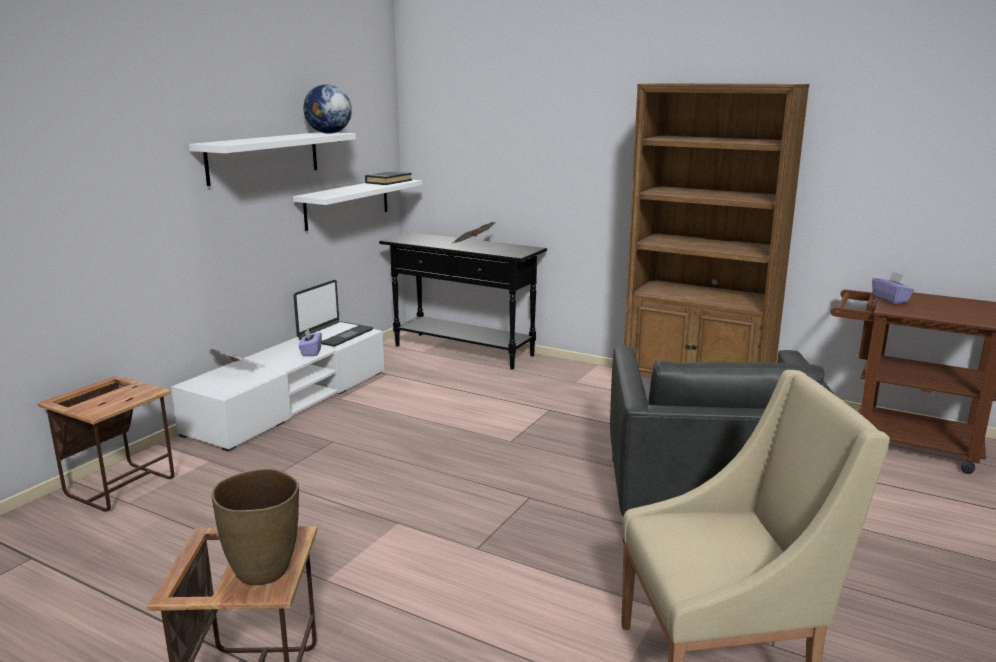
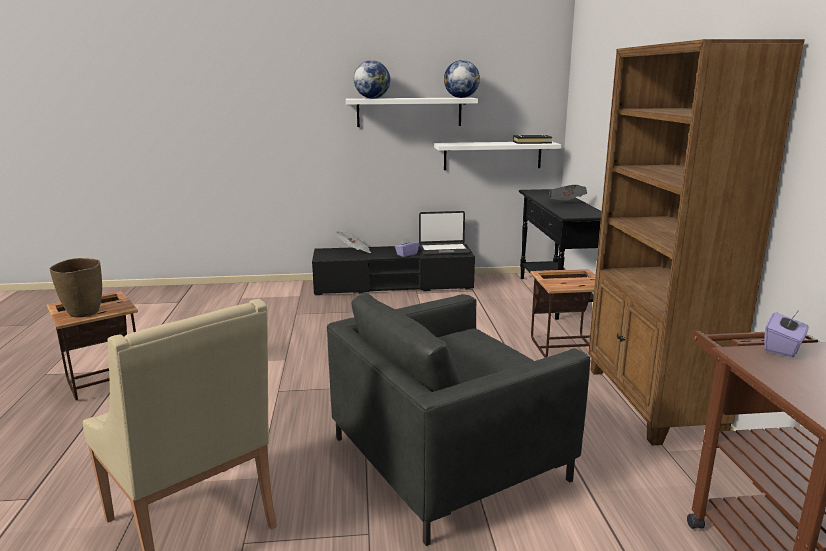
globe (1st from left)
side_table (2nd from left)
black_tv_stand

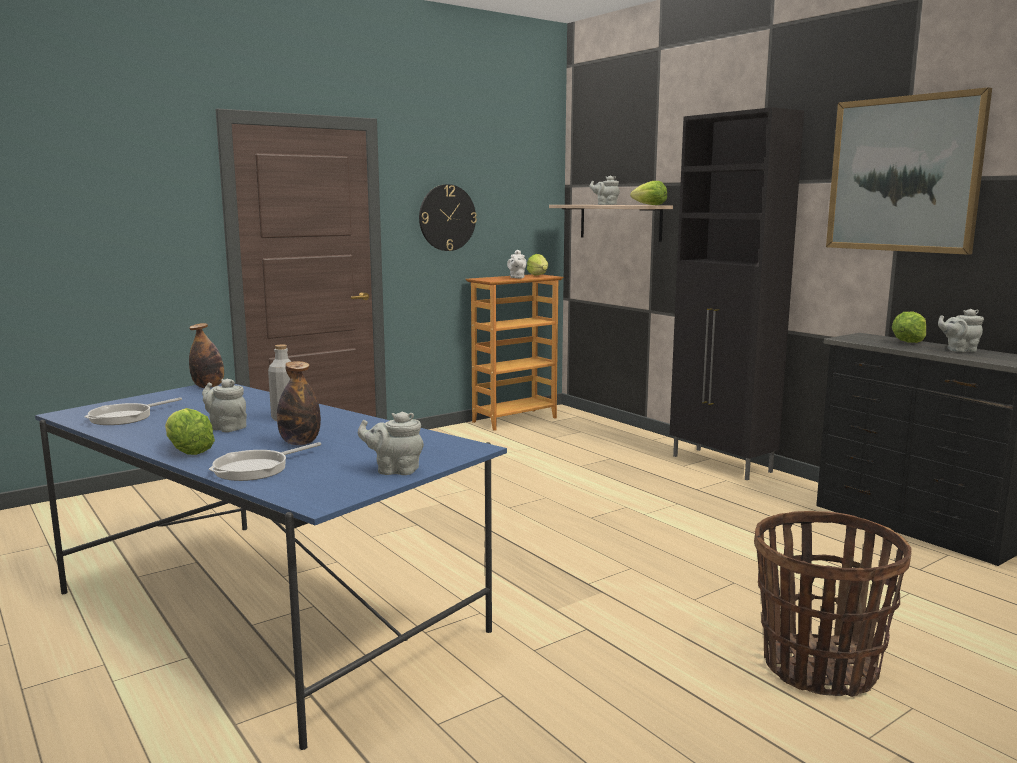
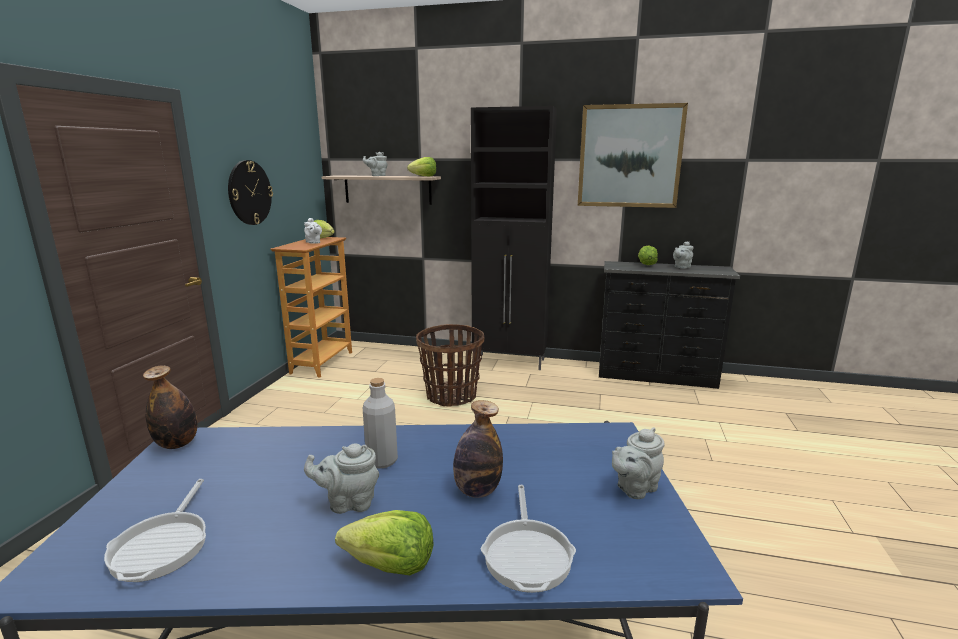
basket

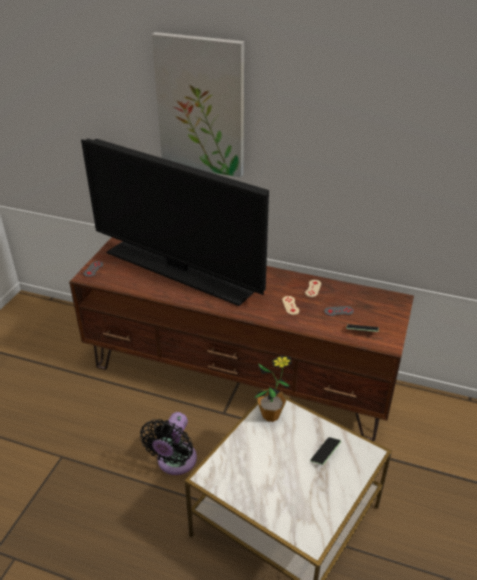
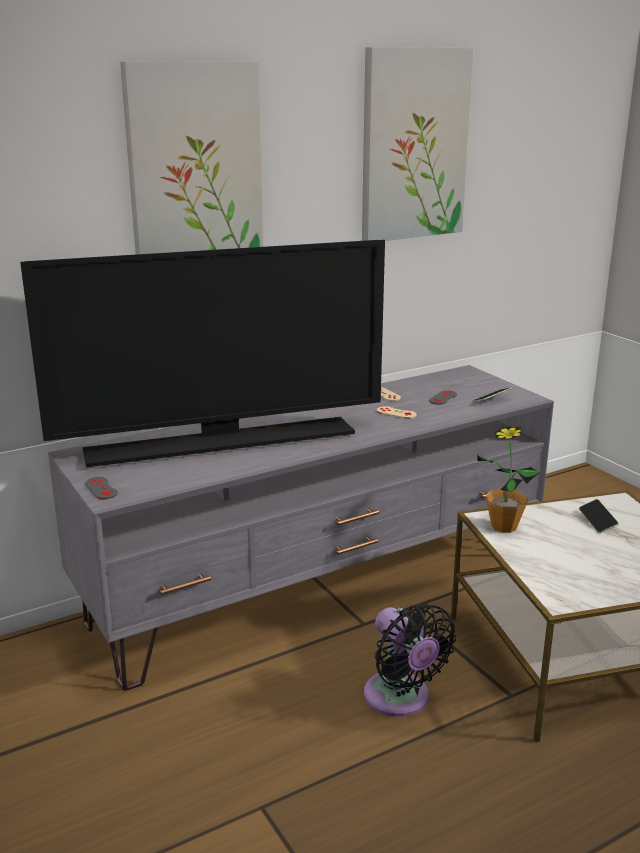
picture (2nd from left)
grey_tv_stand

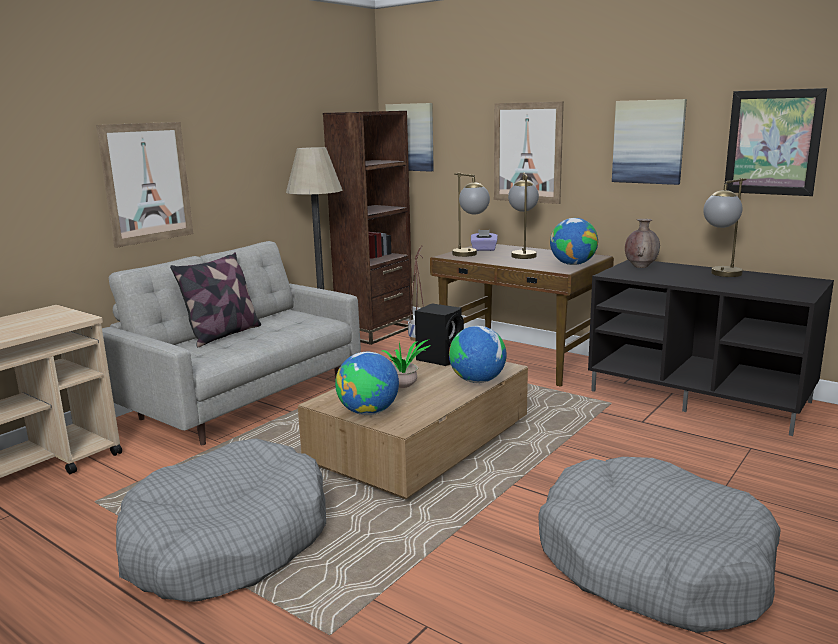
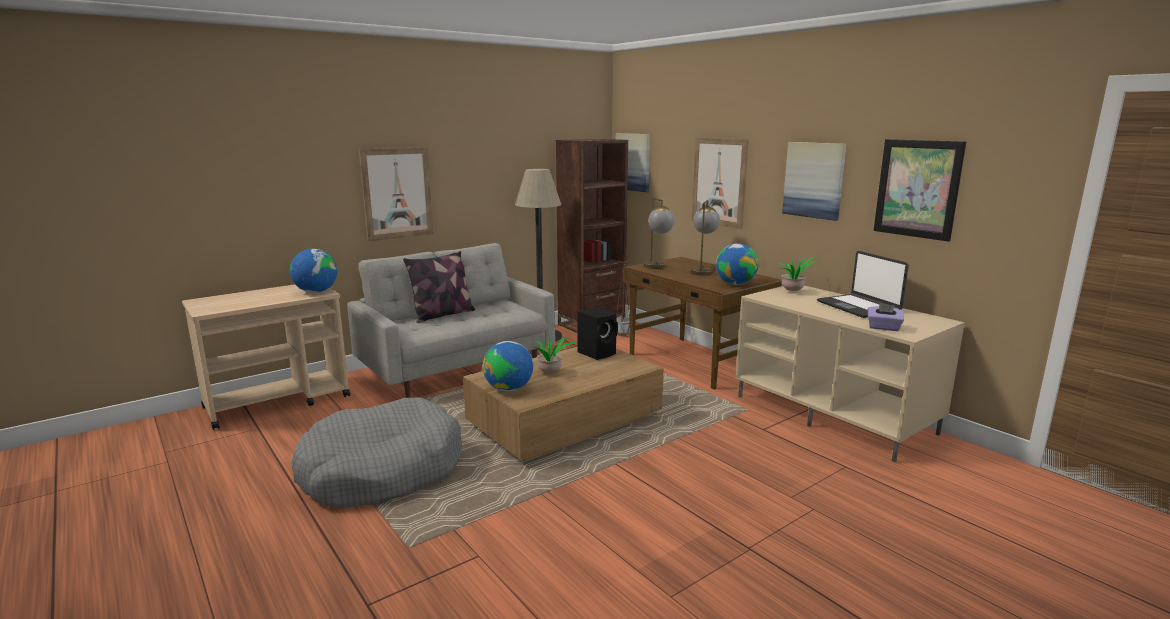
grey_dog_bed (2nd from left in the first image)
globe (1st from left)
purple_tissue_box
potted_plant (2nd from left)
laptop
beige_tv_stand

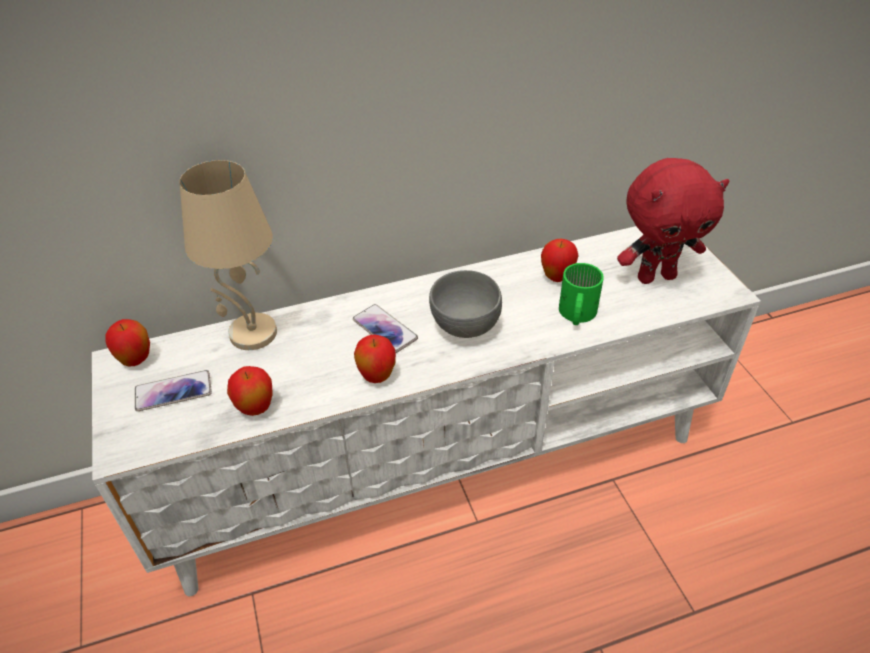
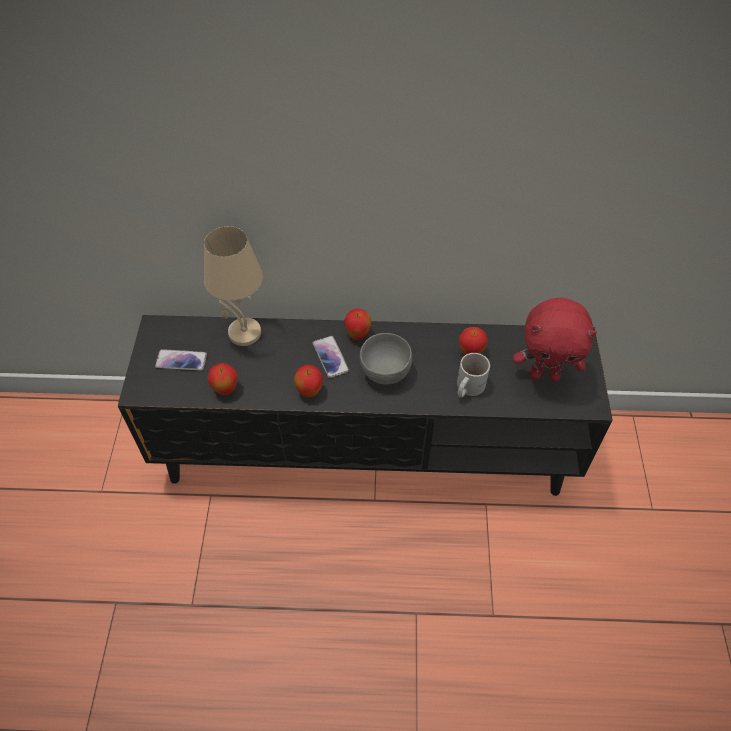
apple (3rd from left)
black_tv_stand
white_mug

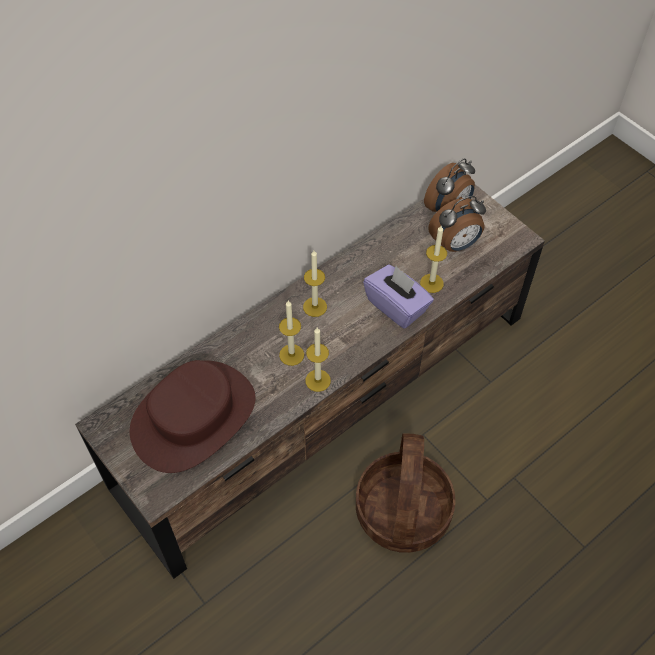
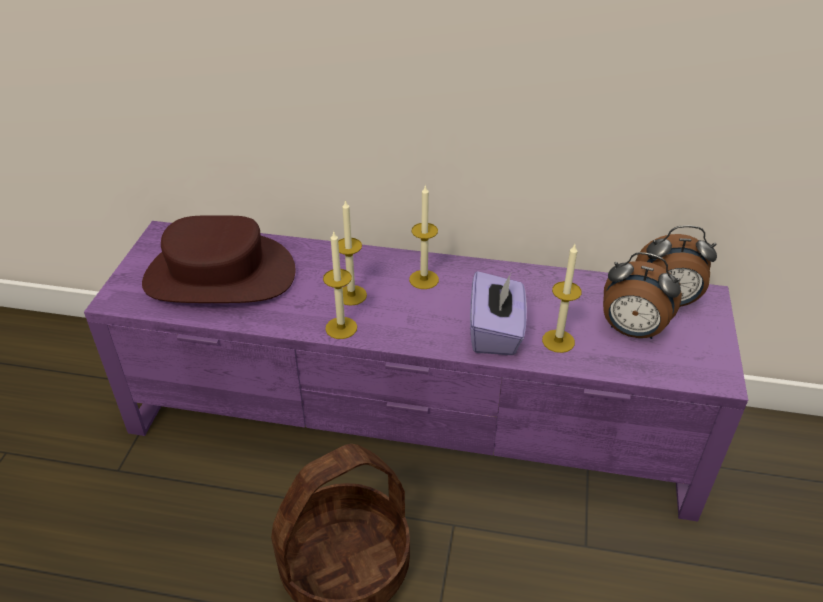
purple_tv_stand

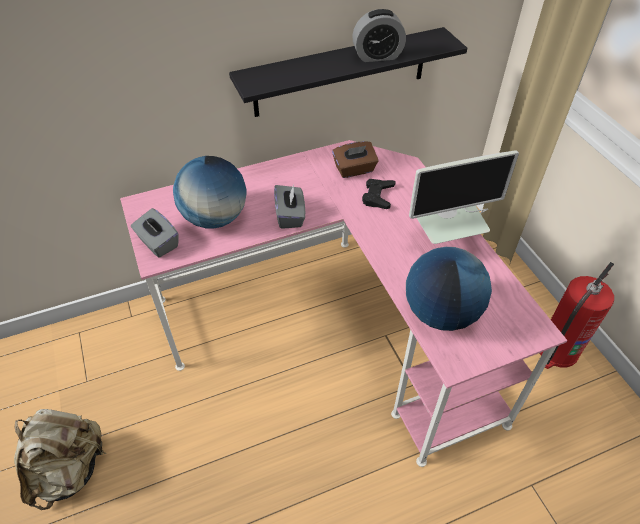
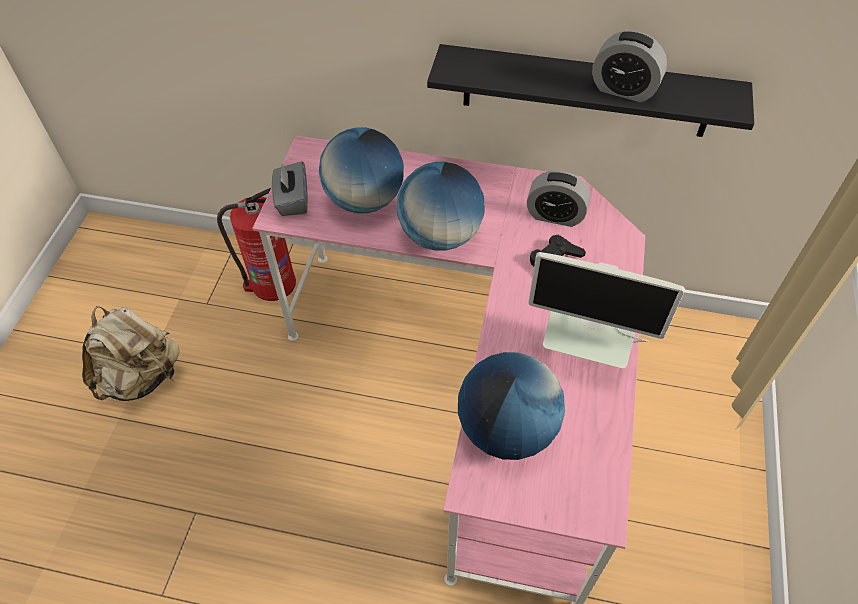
fire_extinguisher
globe (2nd from left)
alarm_clock (1st from left)

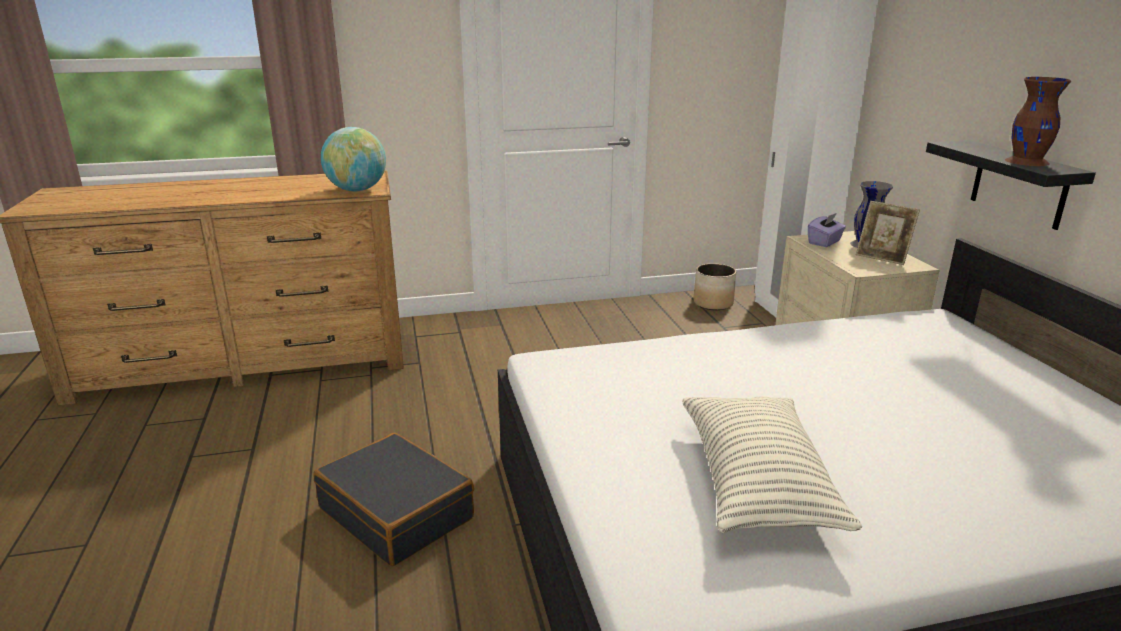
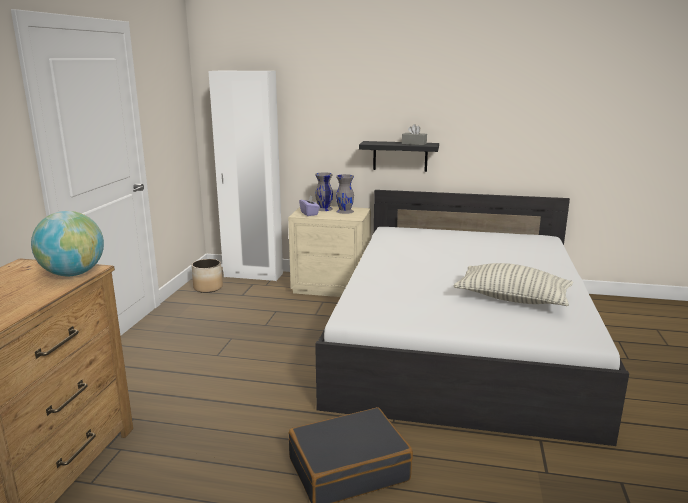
grey_vase (2nd from left)
grey_tissue_box

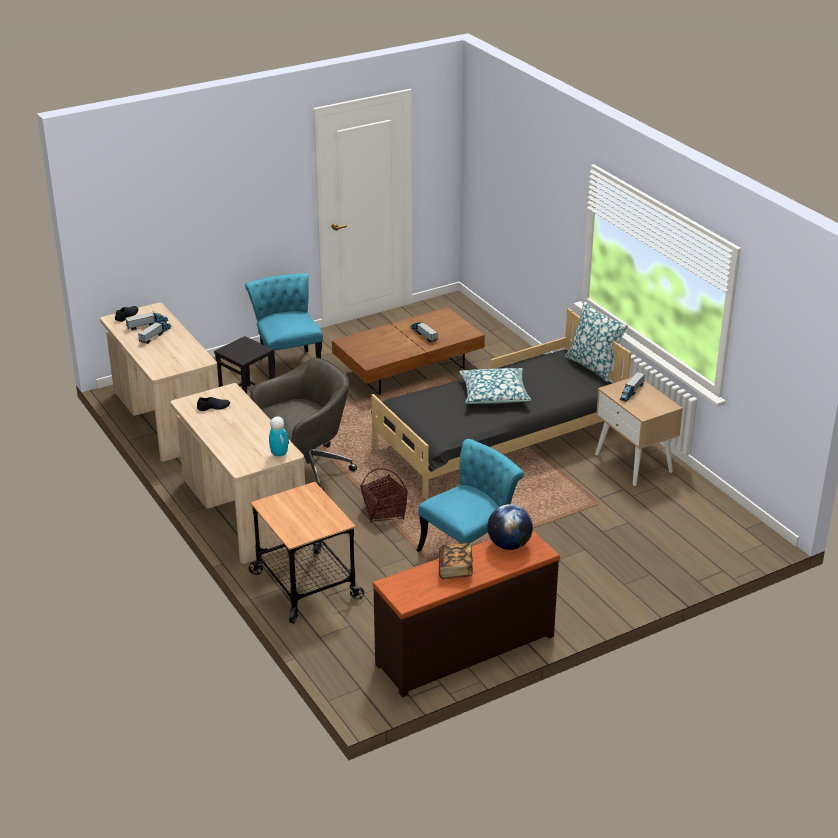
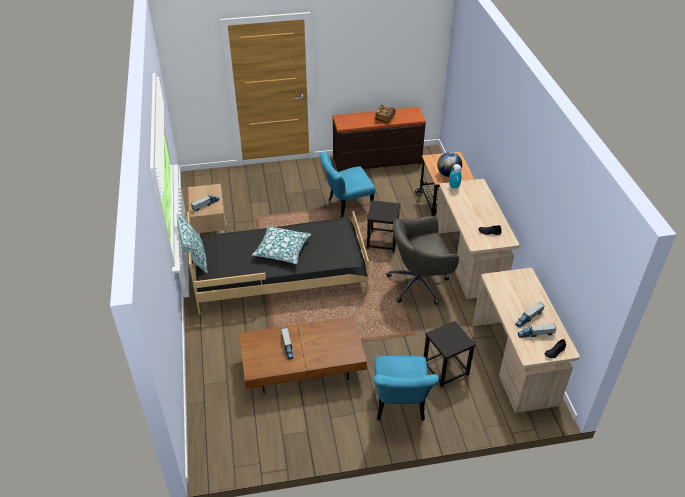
globe
black_stool (1st from left)

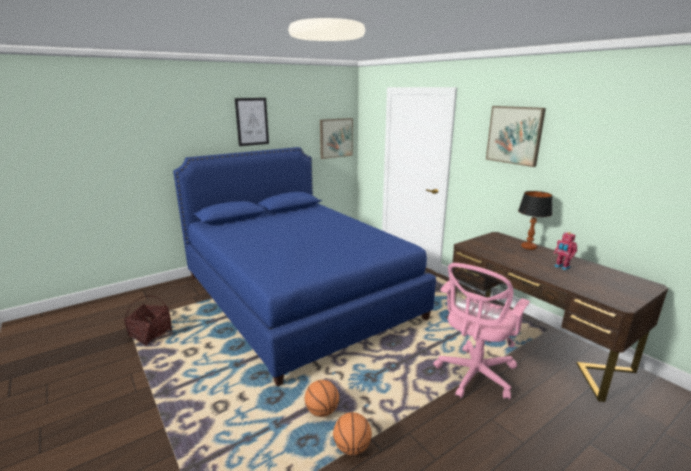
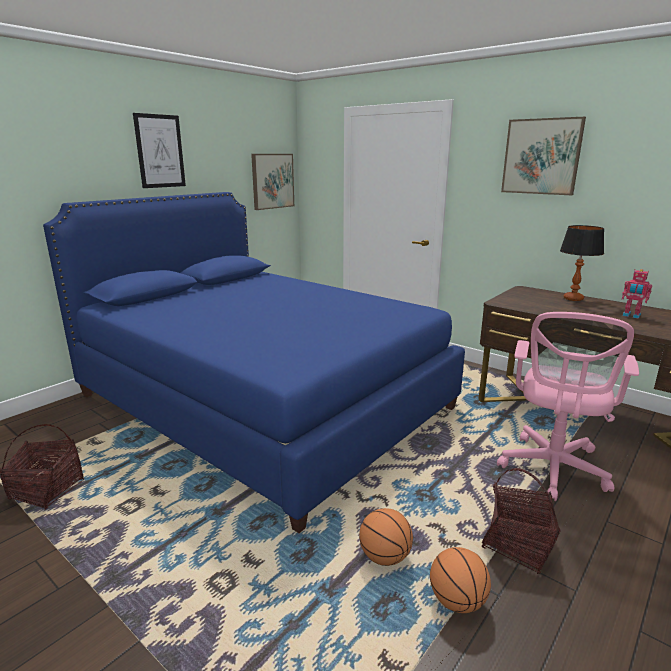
basket (2nd from left)

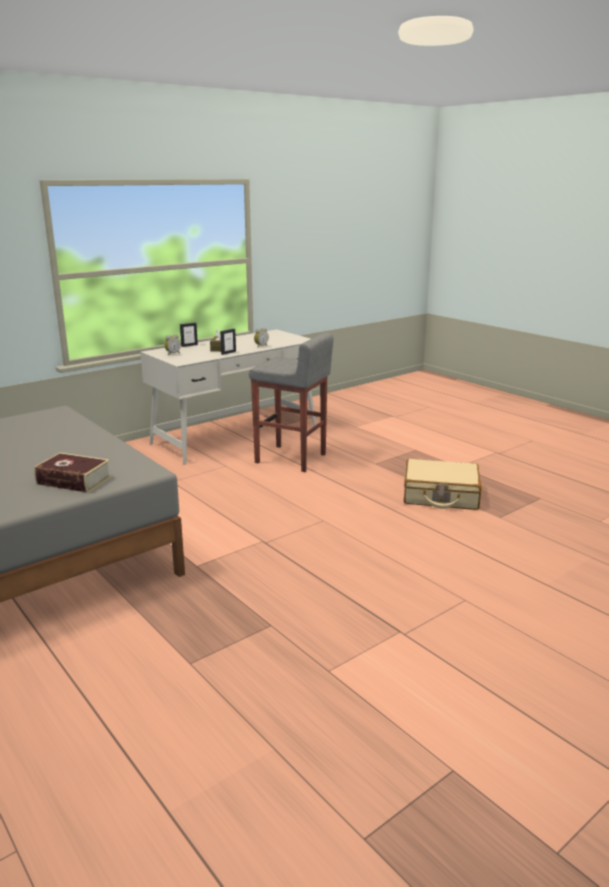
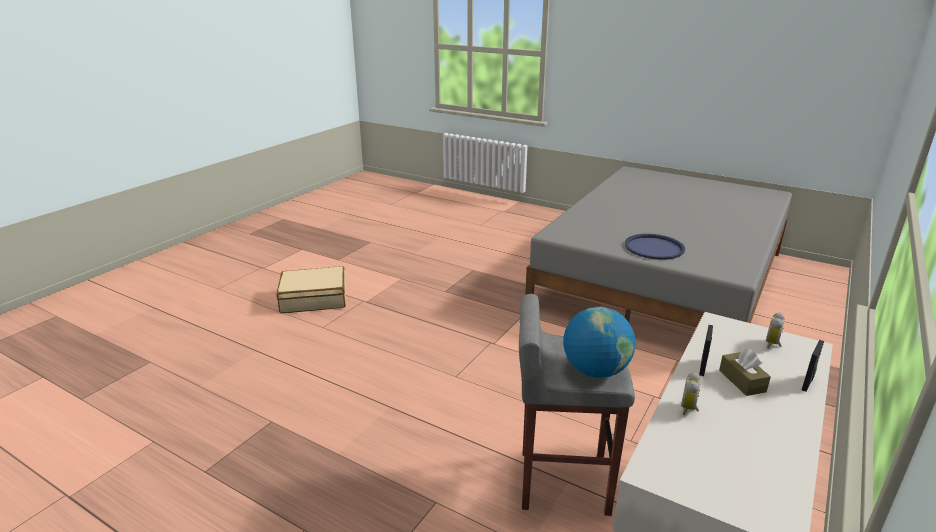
book
globe
blue_tray
beige_suitcase

